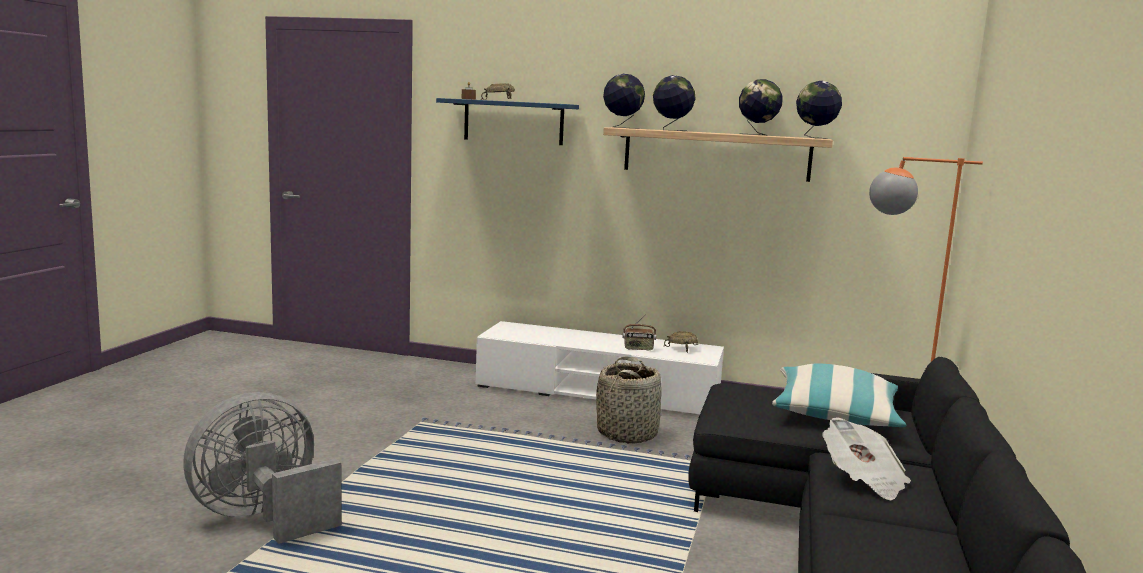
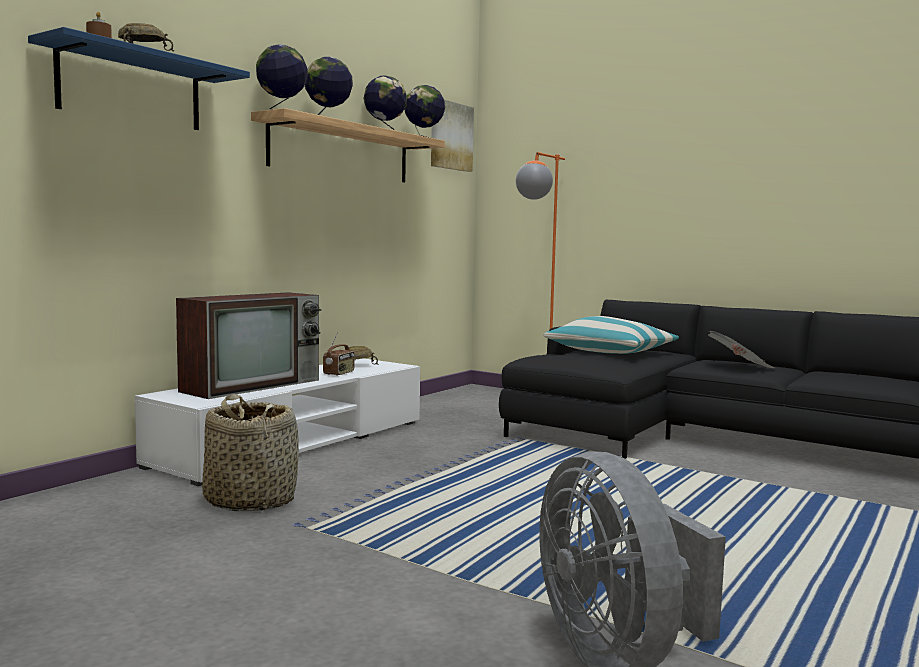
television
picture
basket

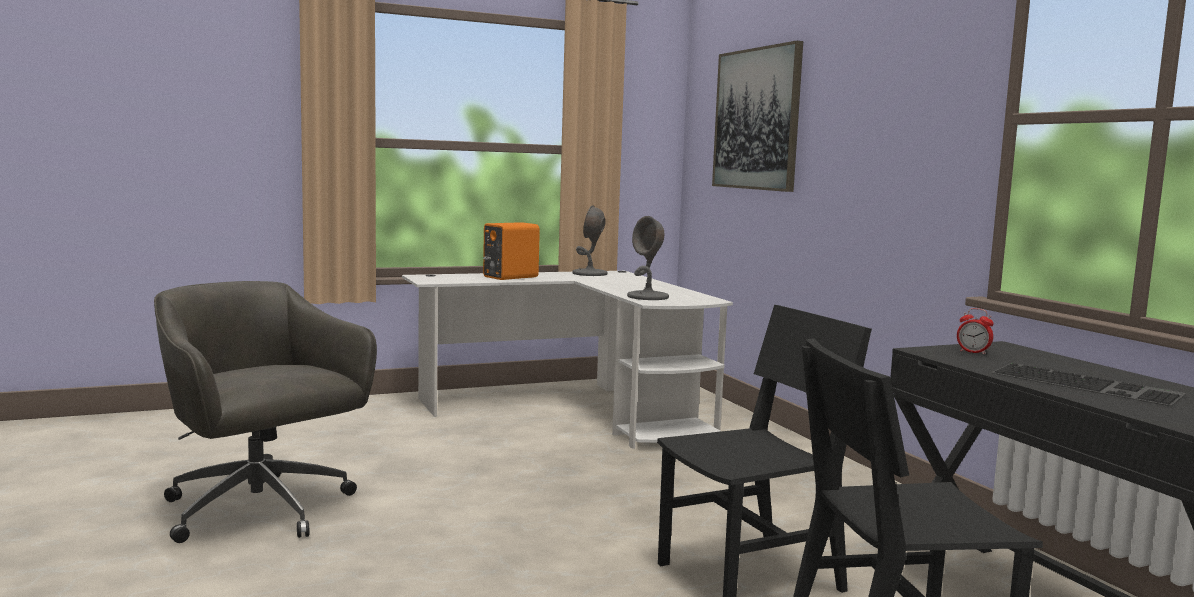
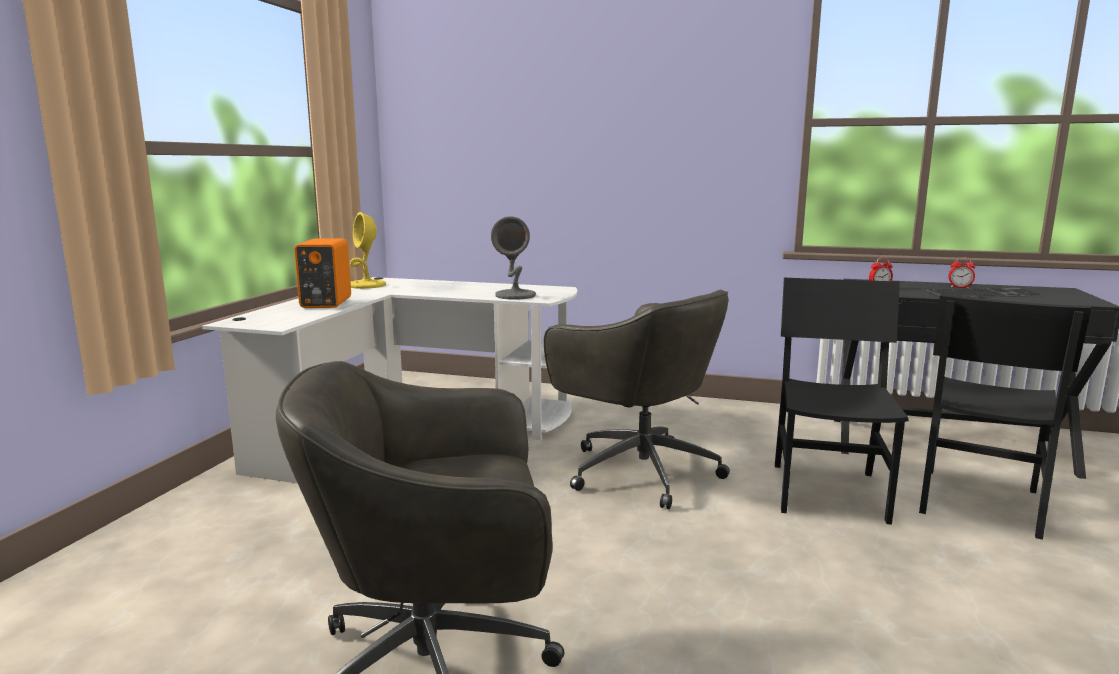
picture
grey_office_chair (2nd from left)
alarm_clock (2nd from left)
yellow_table_lamp

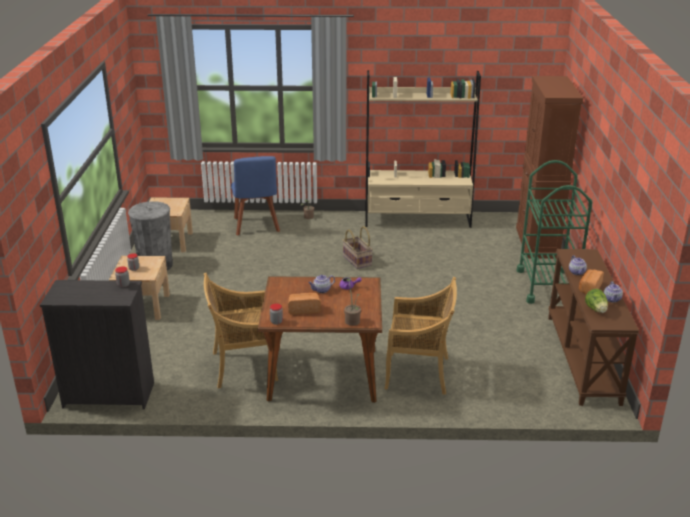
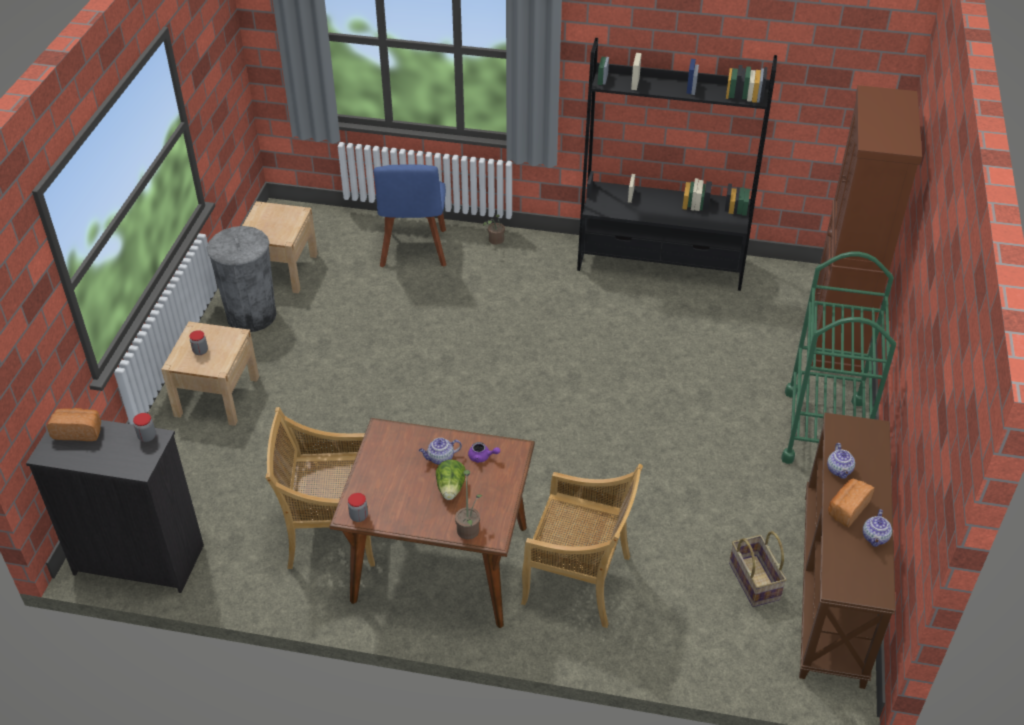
bread (1st from left)
basket
lettuce
black_bookcase

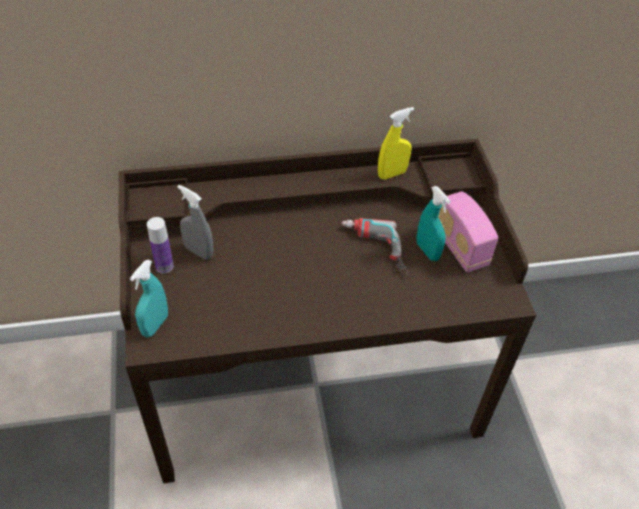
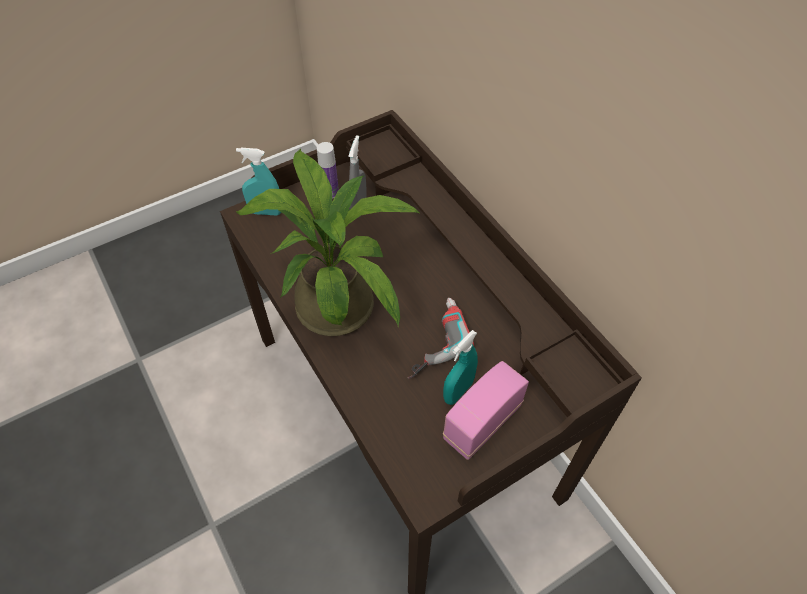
yellow_spray_bottle
potted_plant

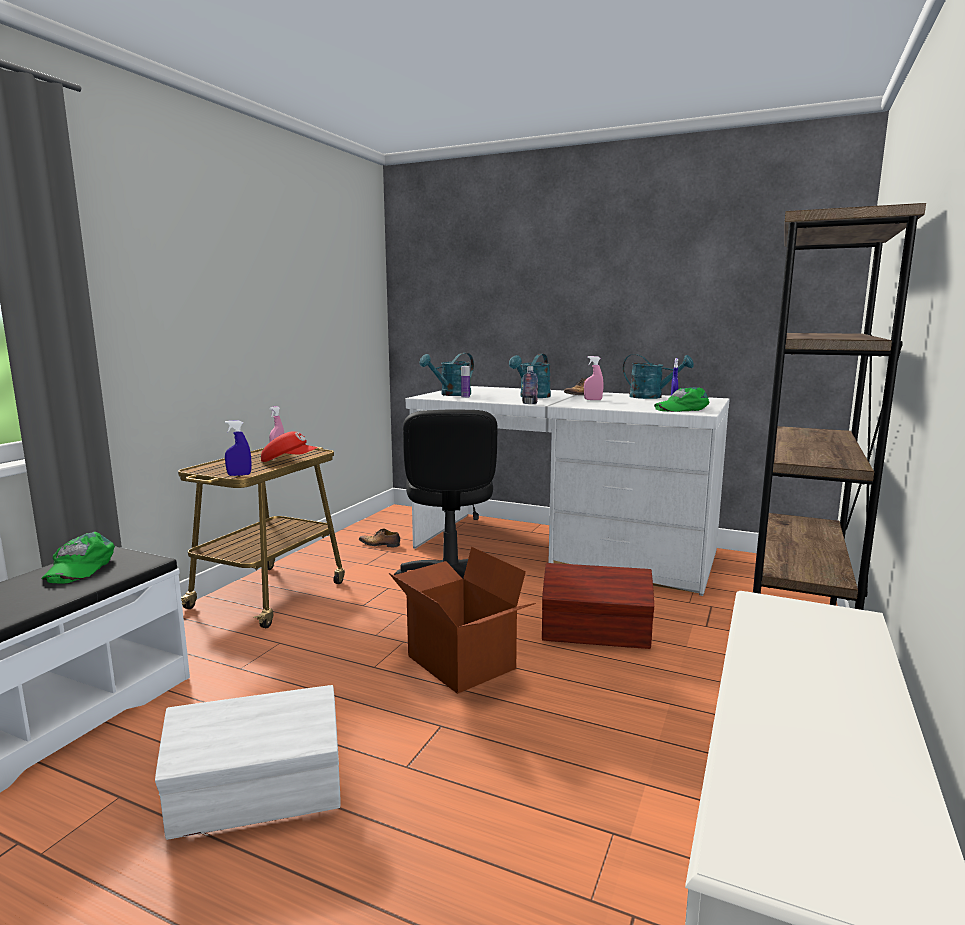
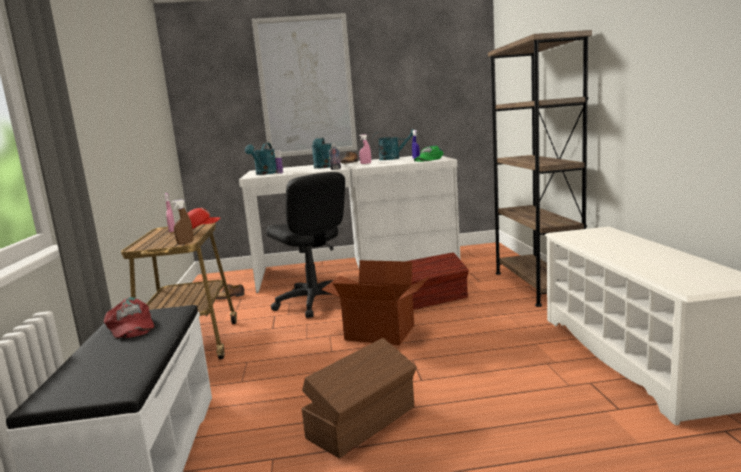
picture
red_cap (1st from left)
brown_storage_box (1st from left)
brown_spray_bottle

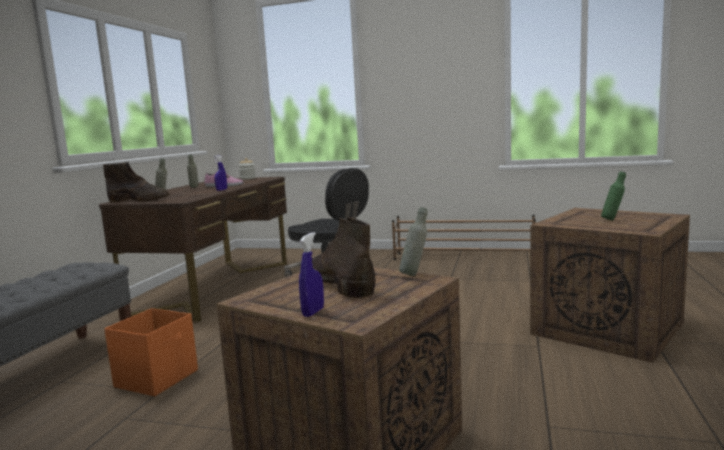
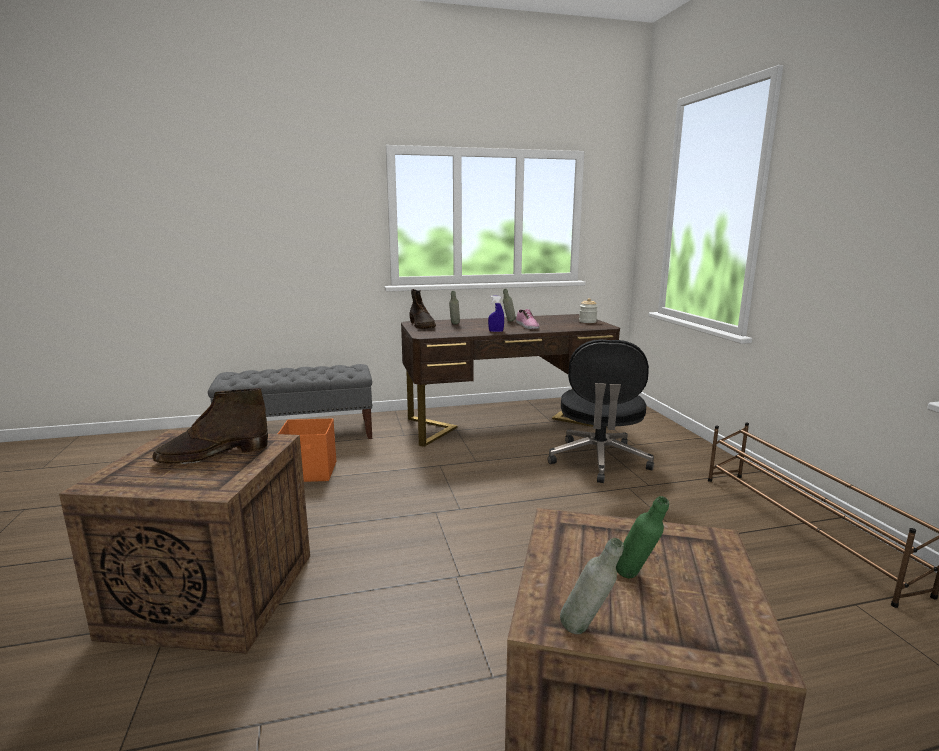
blue_spray_bottle (2nd from left in the first image)
grey_bottle (3rd from left)
brown_boot (1st from left)

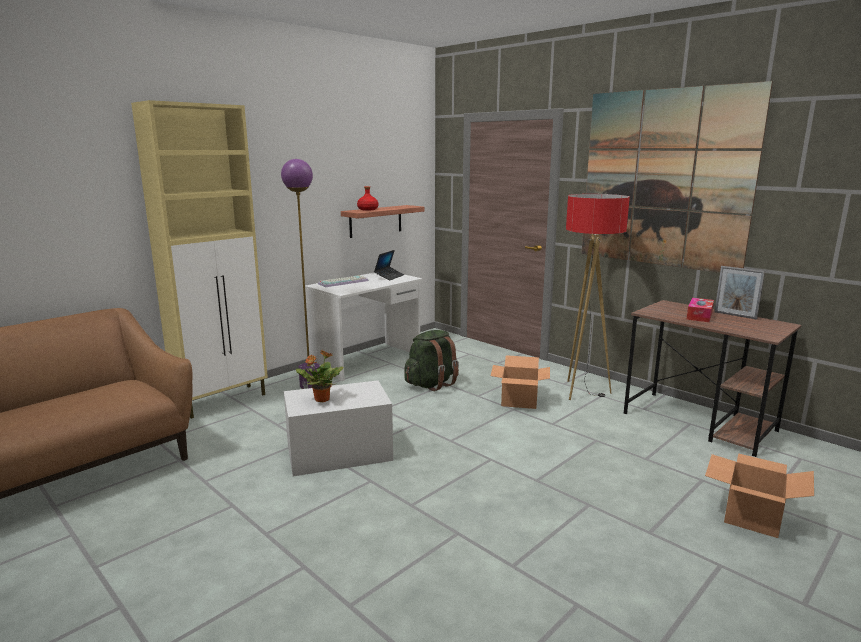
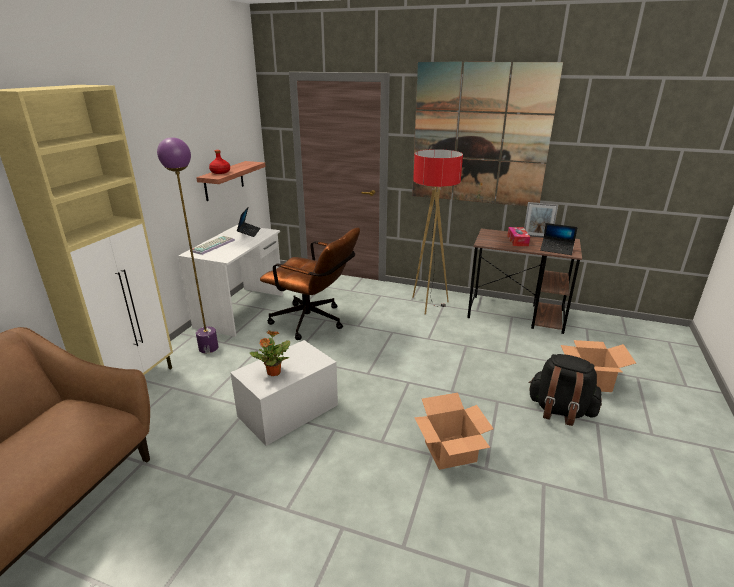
black_backpack
laptop (2nd from left)
cardboard_box (1st from left)
brown_office_chair

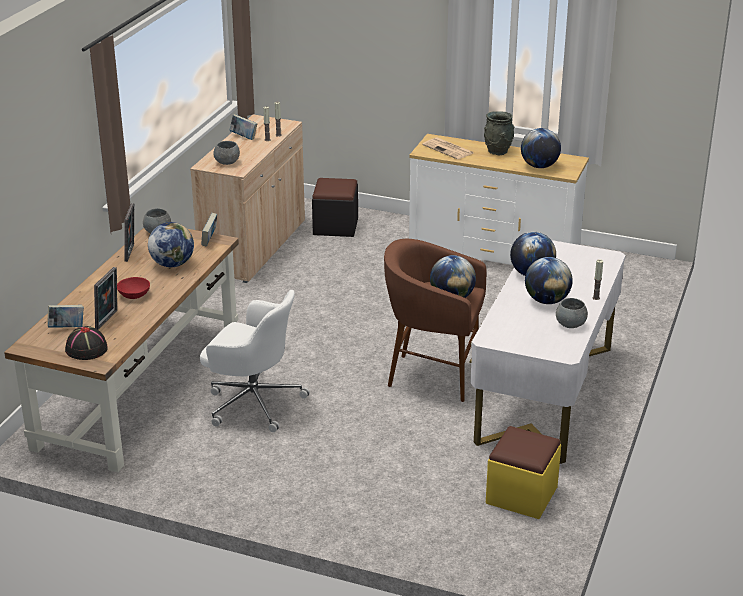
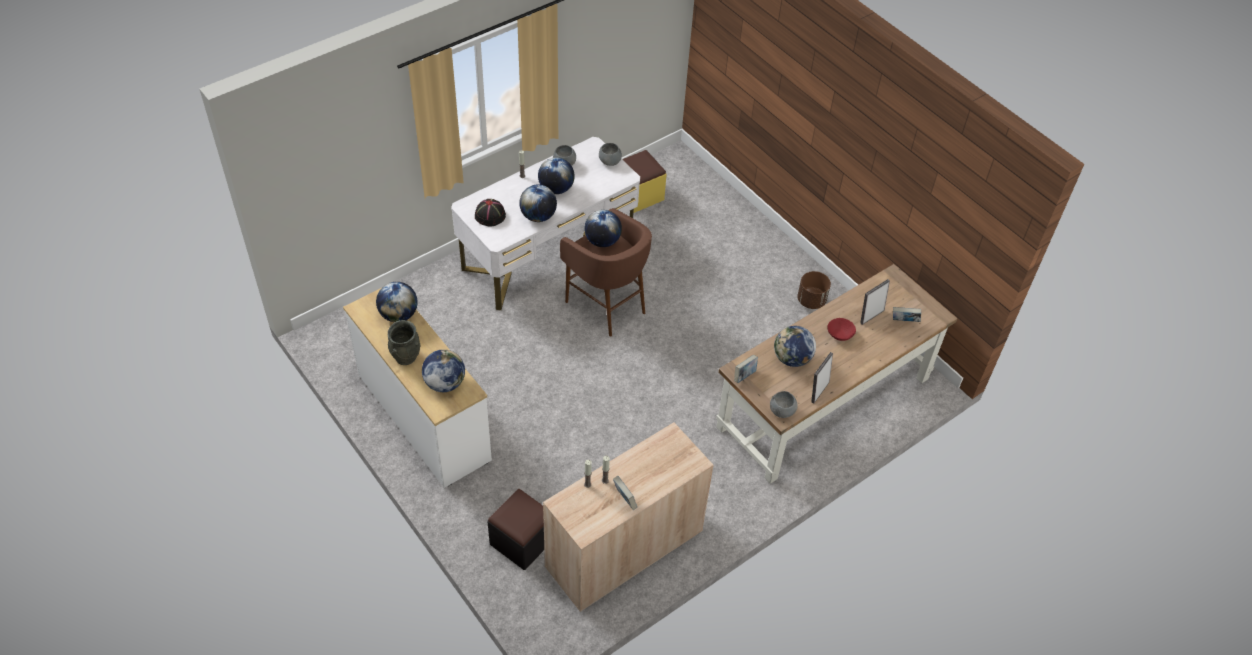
white_office_chair
brown_planter
black_hat
grey_bowl (2nd from left)
globe (2nd from left)

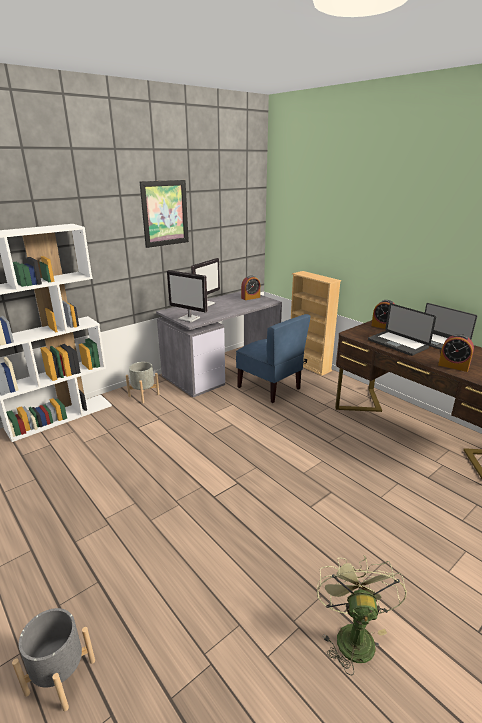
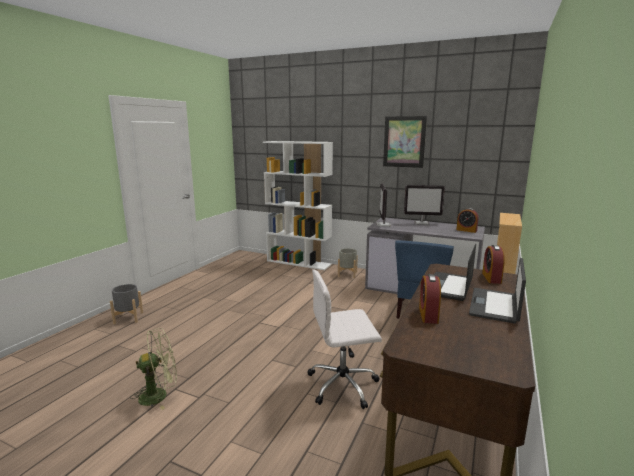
white_office_chair

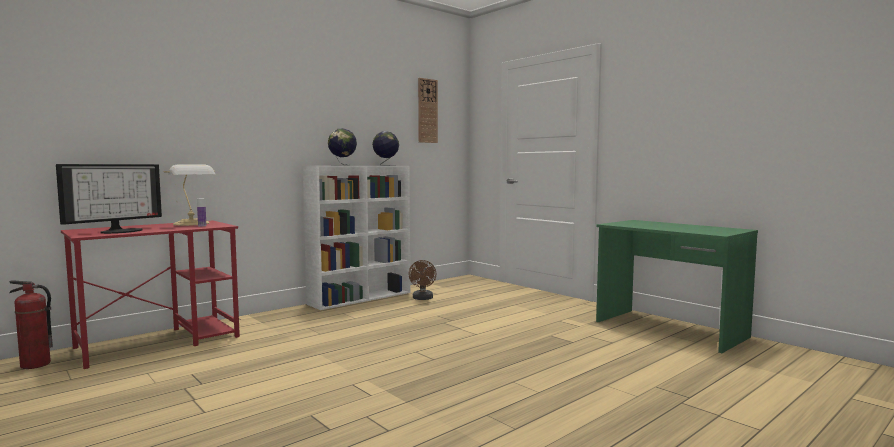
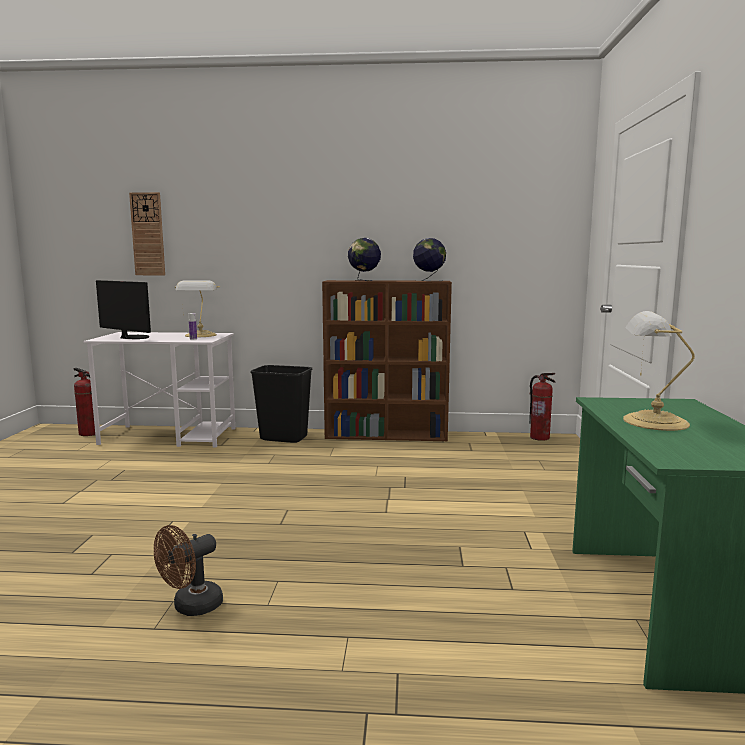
black_trash_can
fire_extinguisher (2nd from left)
table_lamp (2nd from left)
brown_fan
wall_clock
white_desk
brown_bookcase
monitor

